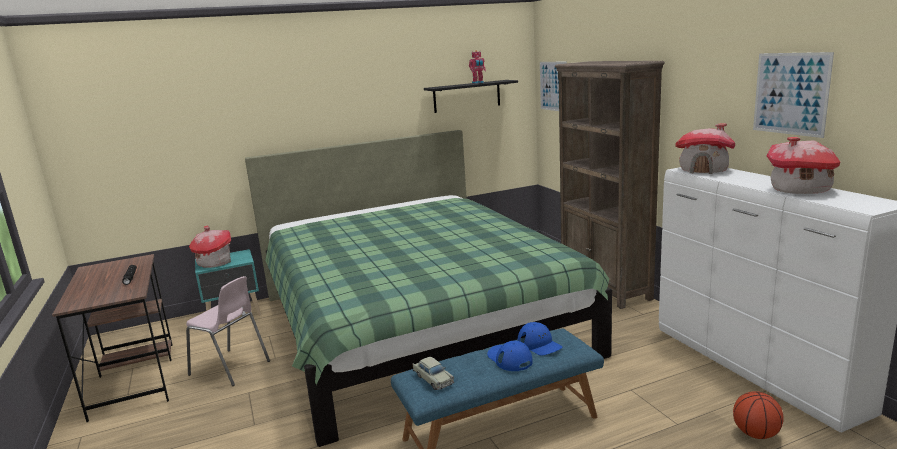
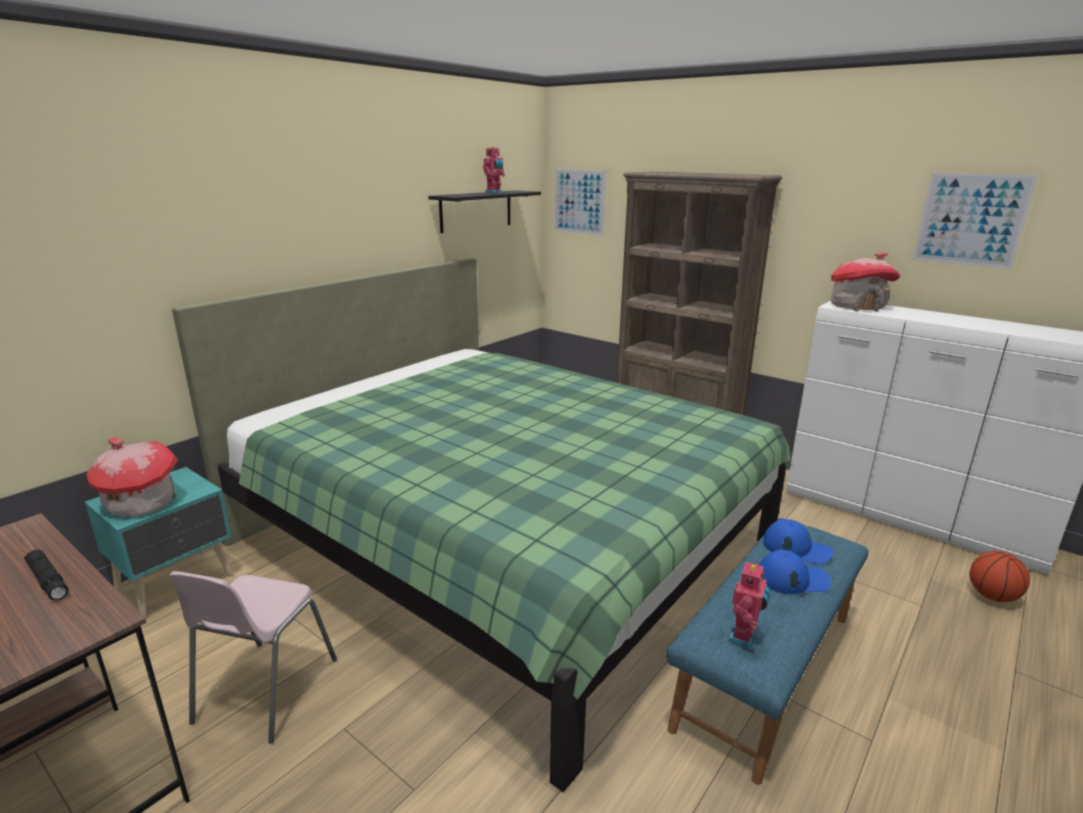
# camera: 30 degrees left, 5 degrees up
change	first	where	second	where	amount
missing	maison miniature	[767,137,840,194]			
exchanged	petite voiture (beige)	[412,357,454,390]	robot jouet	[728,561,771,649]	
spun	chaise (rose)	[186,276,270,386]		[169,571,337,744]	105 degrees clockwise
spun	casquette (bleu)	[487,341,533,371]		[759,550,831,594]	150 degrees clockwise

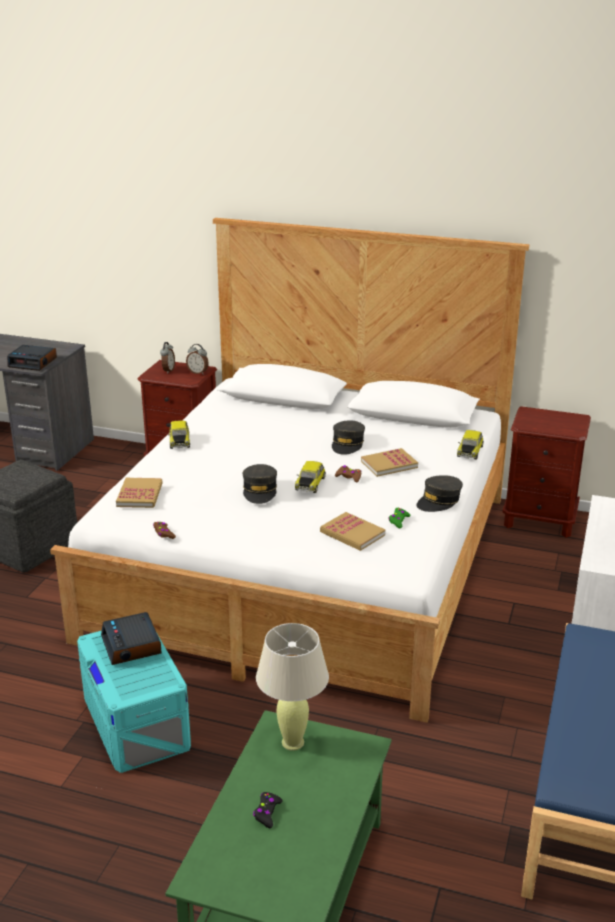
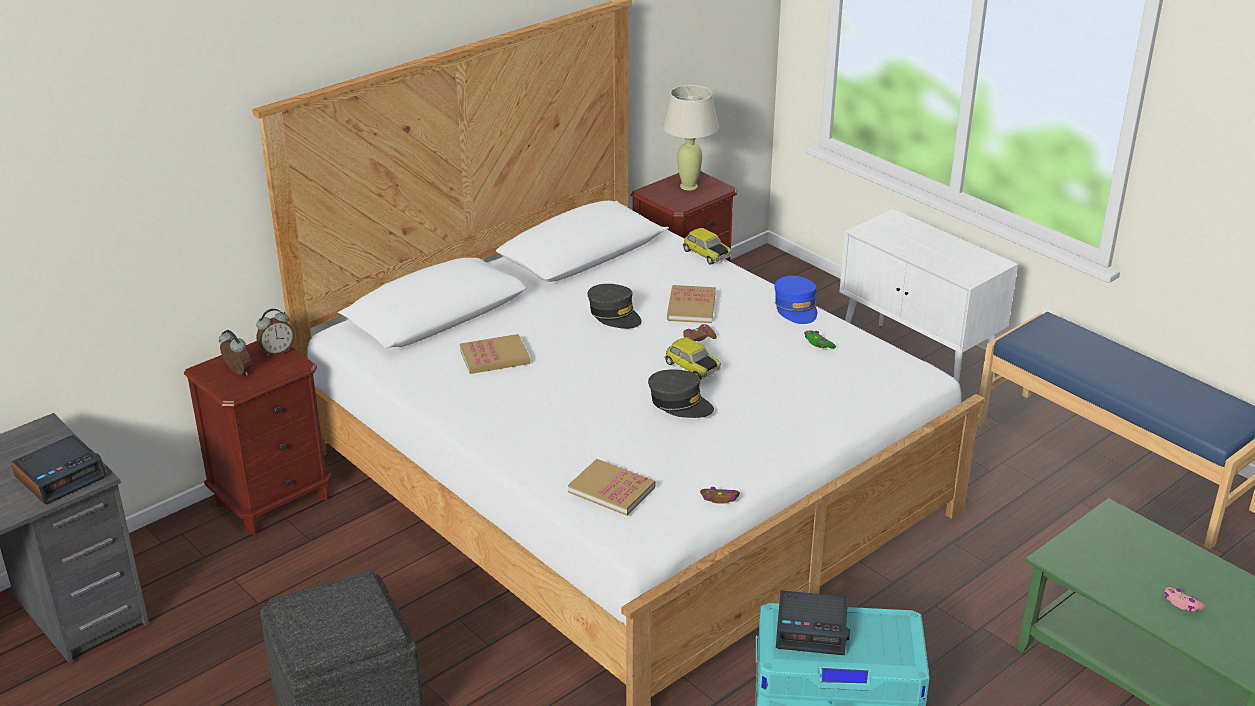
# camera: 60 degrees left, 5 degrees up
change	first	where	second	where	amount
missing	petite voiture	[168,421,190,449]			
relocated	lampe de table (beige)	[256,623,329,751]		[662,85,719,190]	
relocated	livre	[320,512,386,551]		[460,334,530,374]	
colour	manette (noir)	[253,792,282,828]	manette (rose)	[1164,587,1206,611]	
colour	casquette (gris)	[416,475,463,512]	casquette (bleu)	[774,276,817,324]	

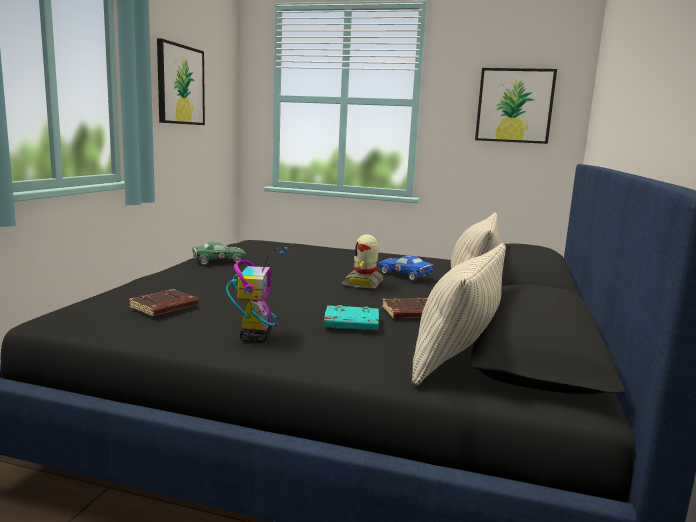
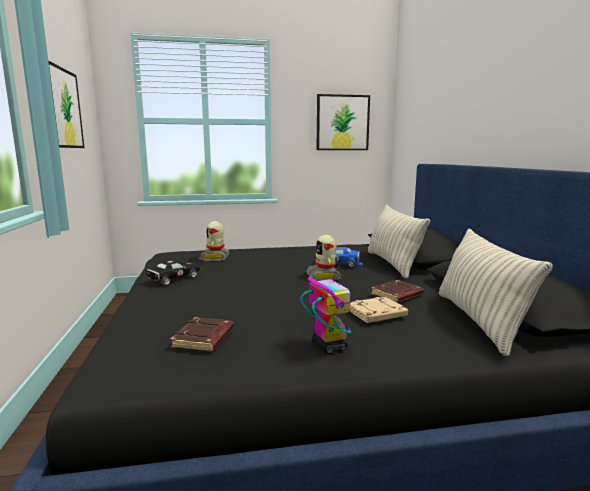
# camera: 25 degrees left, 0 degrees up
change	first	where	second	where	amount
appeared			robot jouet	[198,221,229,261]	
colour	petite voiture (vert)	[193,242,246,265]	petite voiture (noir)	[146,261,200,285]	
colour	livre (turquoise)	[324,305,379,330]	livre (beige)	[350,296,408,323]	

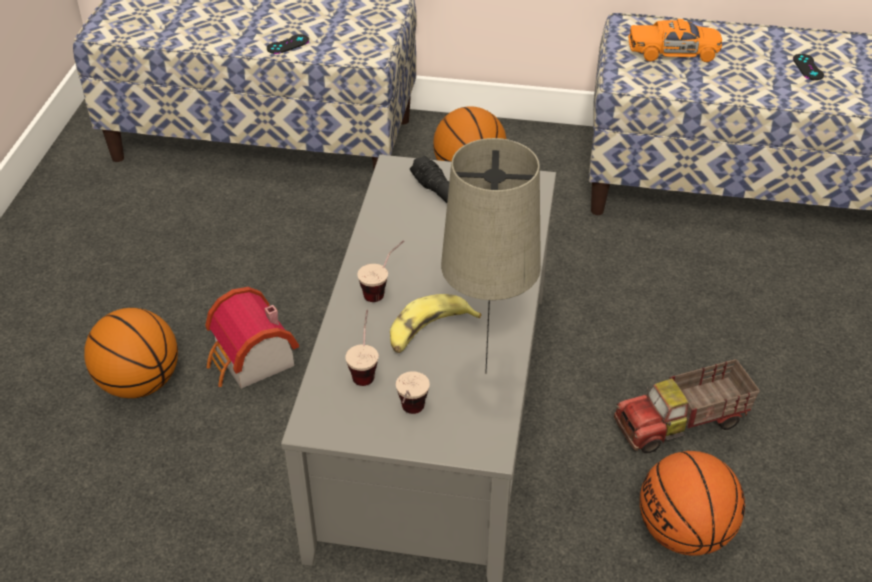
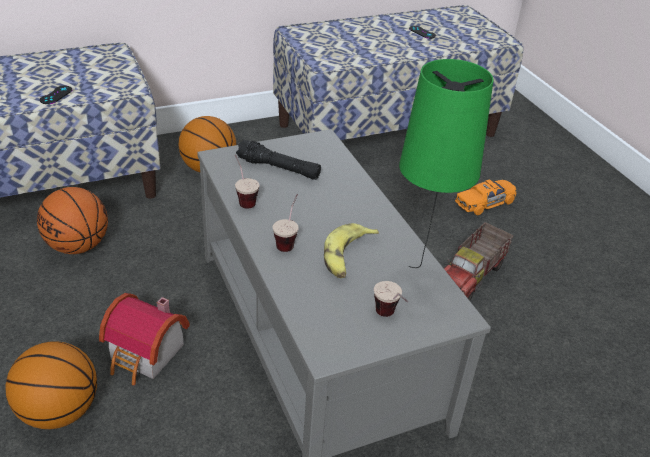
# camera: 35 degrees left, 5 degrees down
change	first	where	second	where	amount
relocated	tasse	[345,309,379,386]		[235,155,259,209]	
relocated	petite voiture (orange)	[628,19,722,62]		[455,180,516,215]	
relocated	ballon de basket	[640,451,745,556]		[37,187,108,254]	
colour	lampe de table (beige)	[441,138,541,374]	lampe de table (vert)	[399,59,493,268]	

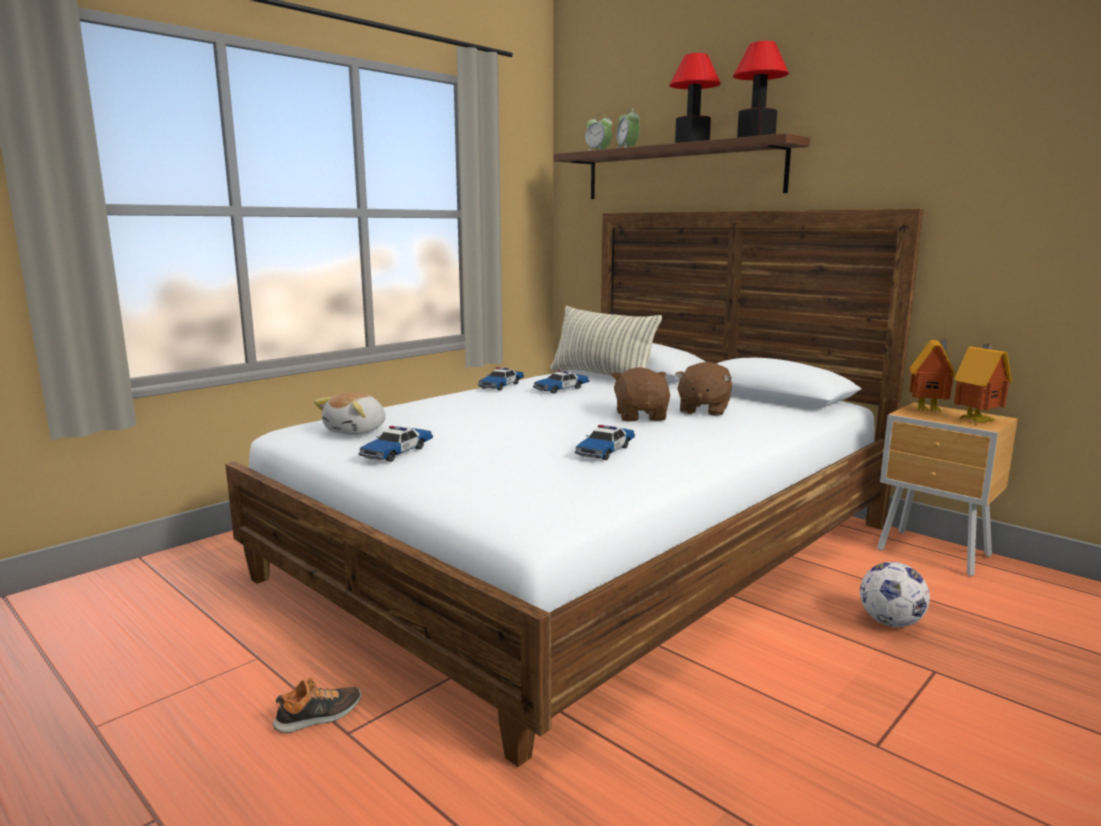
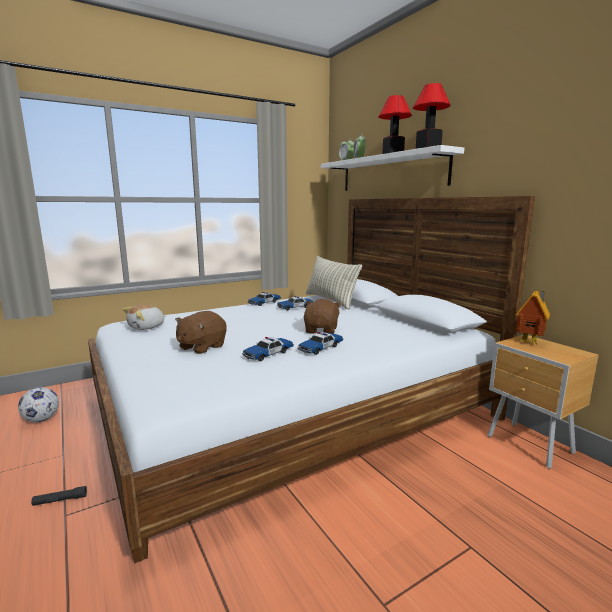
# camera: 15 degrees right, 0 degrees up
change	first	where	second	where	amount
missing	maison miniature	[954,344,1012,423]			
relocated	petite voiture	[358,426,433,462]		[297,332,343,355]	
relocated	peluche (marron)	[675,362,732,416]		[175,311,227,354]	
relocated	ballon de foot	[860,562,930,627]		[18,387,59,422]	
exchanged	chaussure	[272,677,361,733]	lampe de poche (noir)	[31,486,87,506]	
colour	étagère (marron)	[554,133,810,199]	étagère (blanc)	[321,145,464,191]	

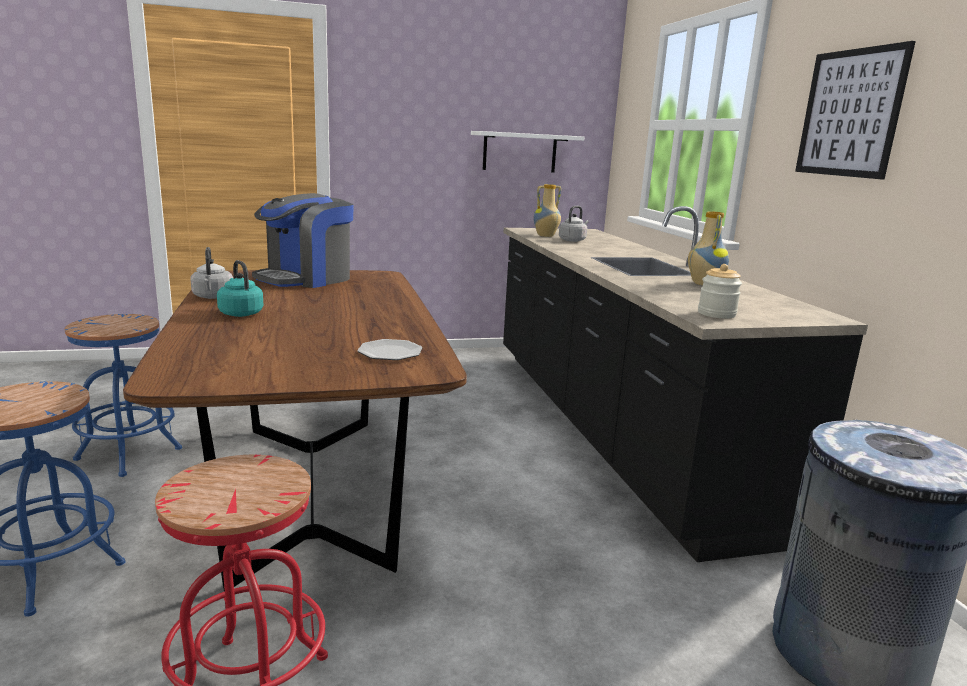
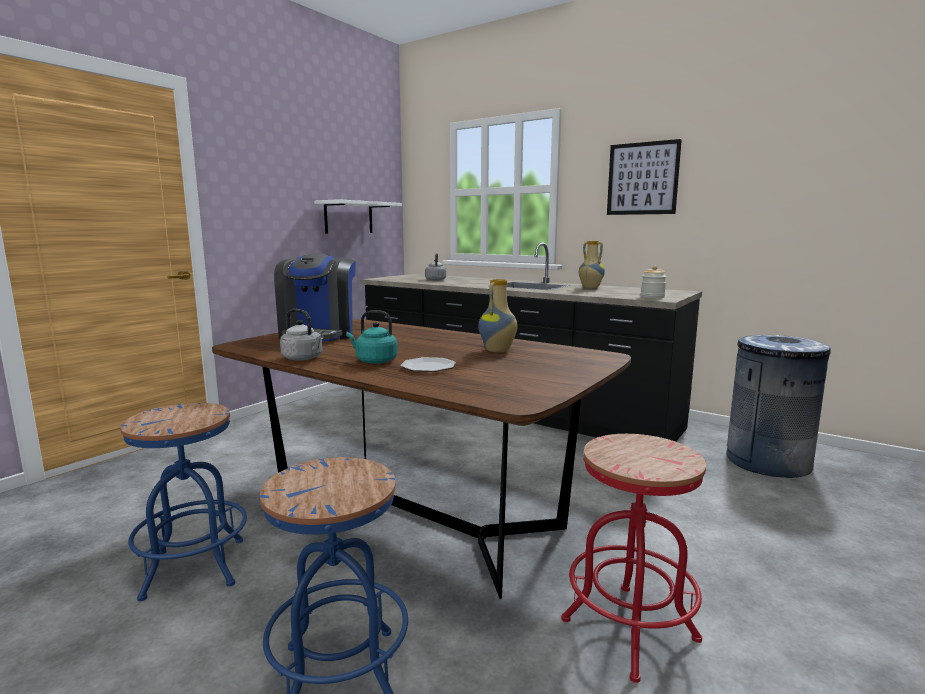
# camera: 40 degrees left, 5 degrees down
change	first	where	second	where	amount
relocated	assiette	[357,339,423,360]		[400,357,456,372]	
relocated	vase	[533,184,561,237]		[478,279,518,353]	

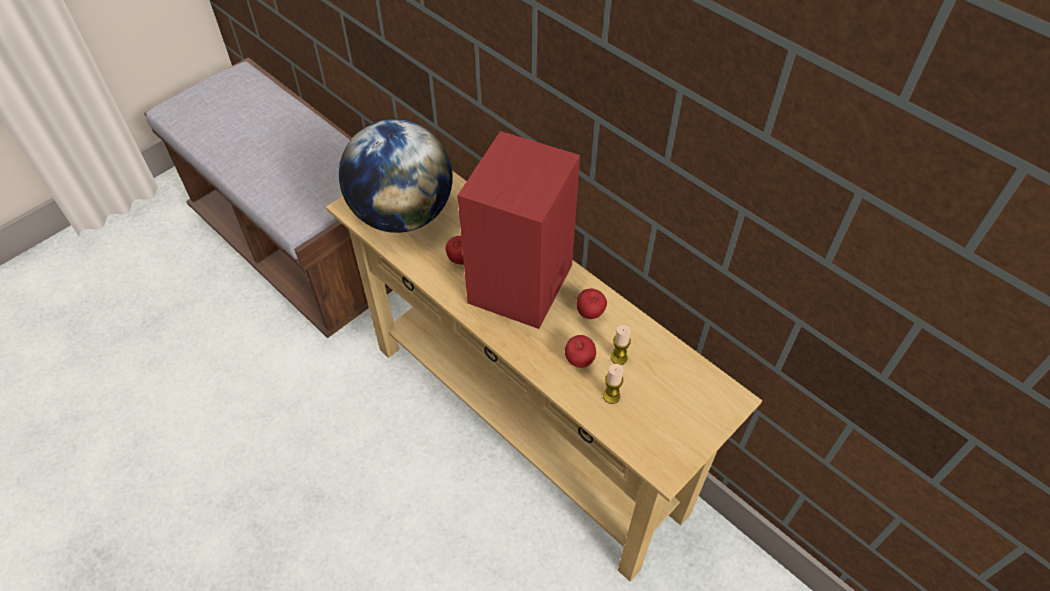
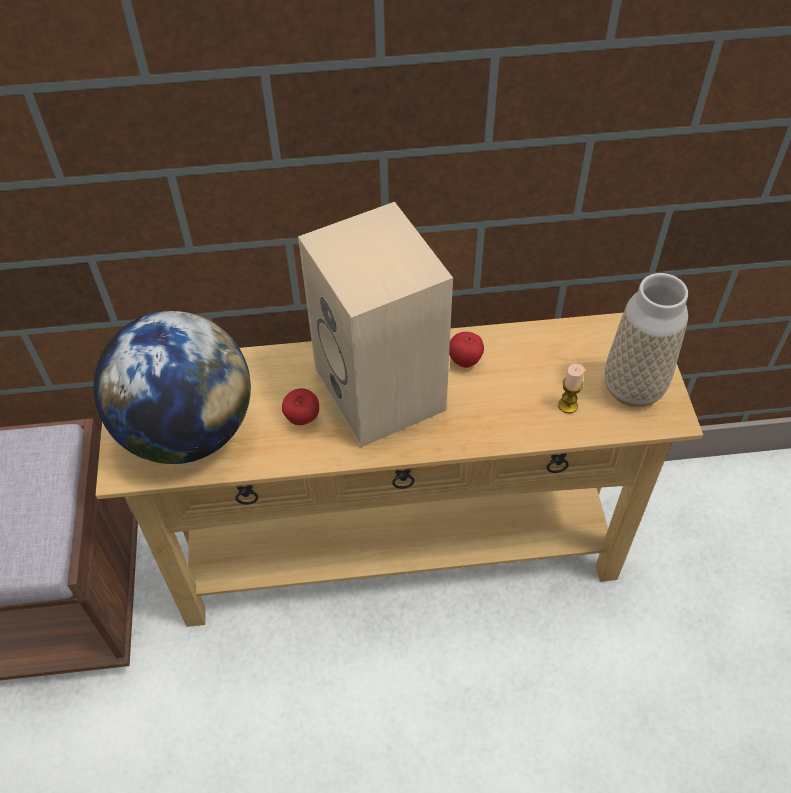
# camera: 50 degrees left, 0 degrees up
change	first	where	second	where	amount
missing	pomme	[565,335,596,368]			
missing	bougie	[611,325,631,365]			
appeared			vase	[605,273,688,407]	
colour	enceinte (rouge)	[457,131,580,329]	enceinte (beige)	[298,202,453,447]	

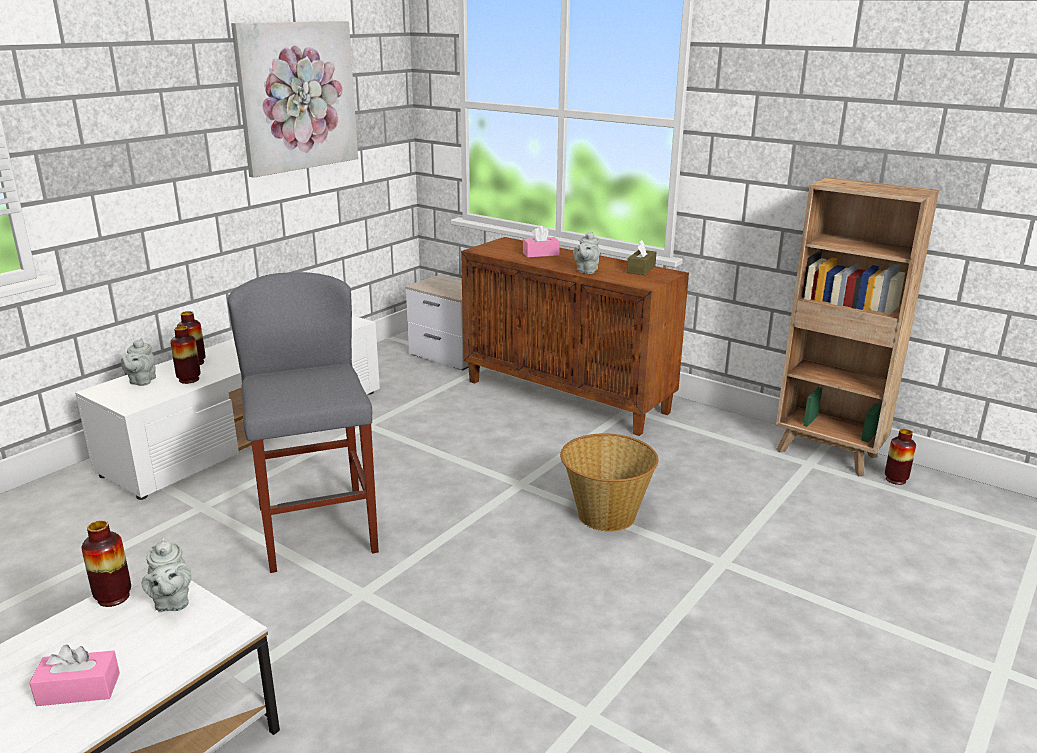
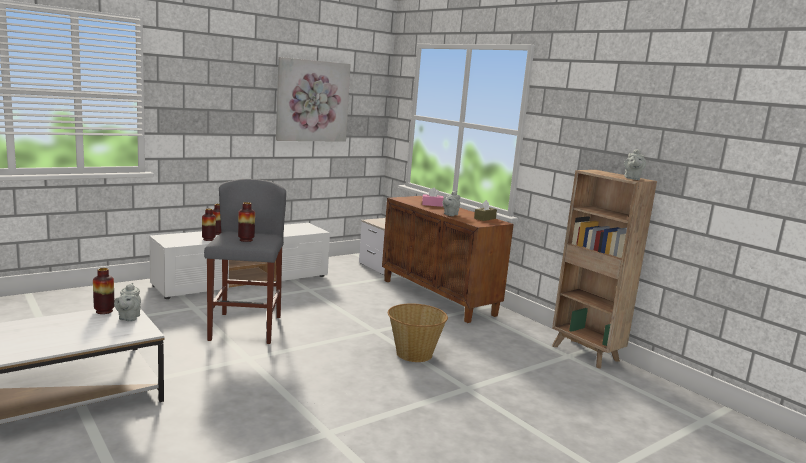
# camera: 15 degrees right, 10 degrees down
change	first	where	second	where	amount
missing	boîte à mouchoirs (rose)	[30,644,120,706]			
relocated	théière (gris)	[121,338,156,386]		[624,149,646,180]	
relocated	vase	[885,429,916,485]		[238,202,255,242]	

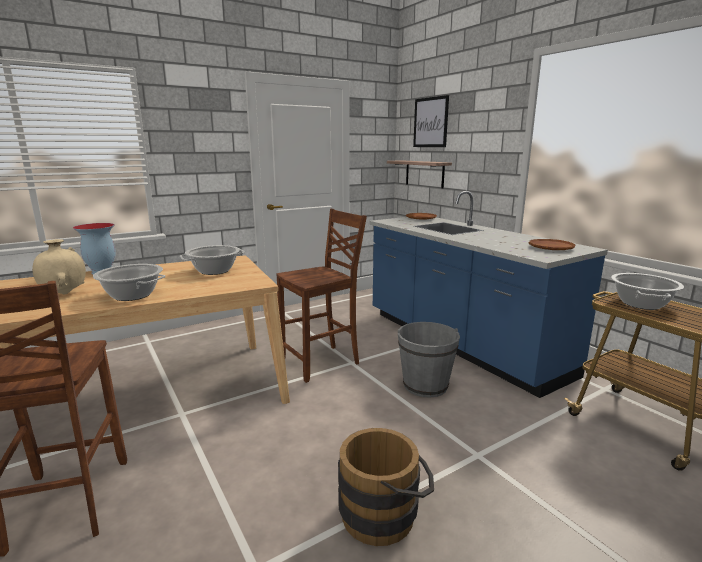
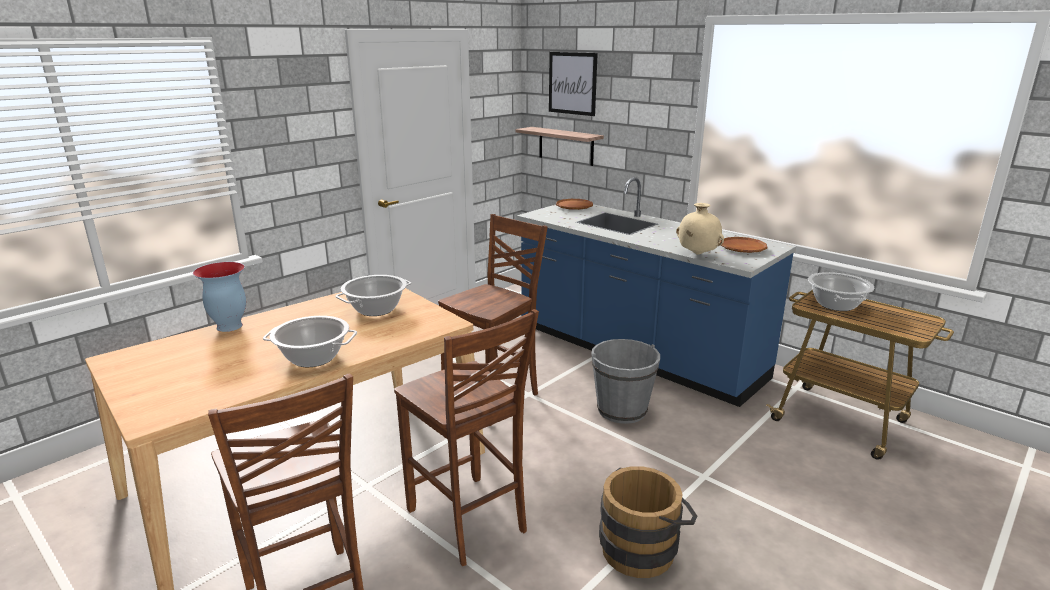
# camera: 15 degrees left, 5 degrees up
change	first	where	second	where	amount
appeared			chaise (marron)	[394,309,539,566]	
relocated	vase (beige)	[32,239,86,295]		[676,203,724,255]	

